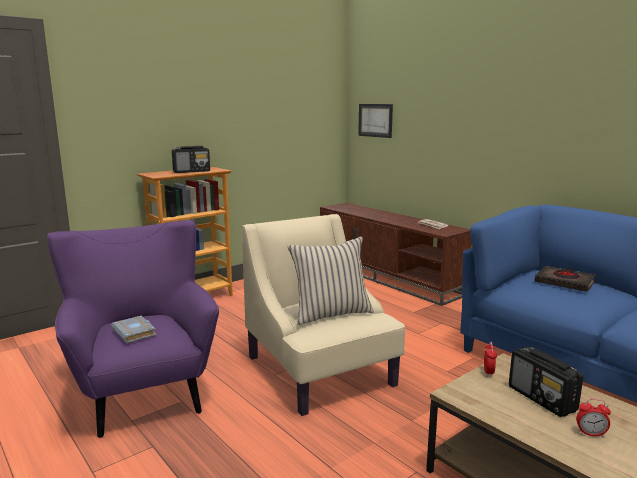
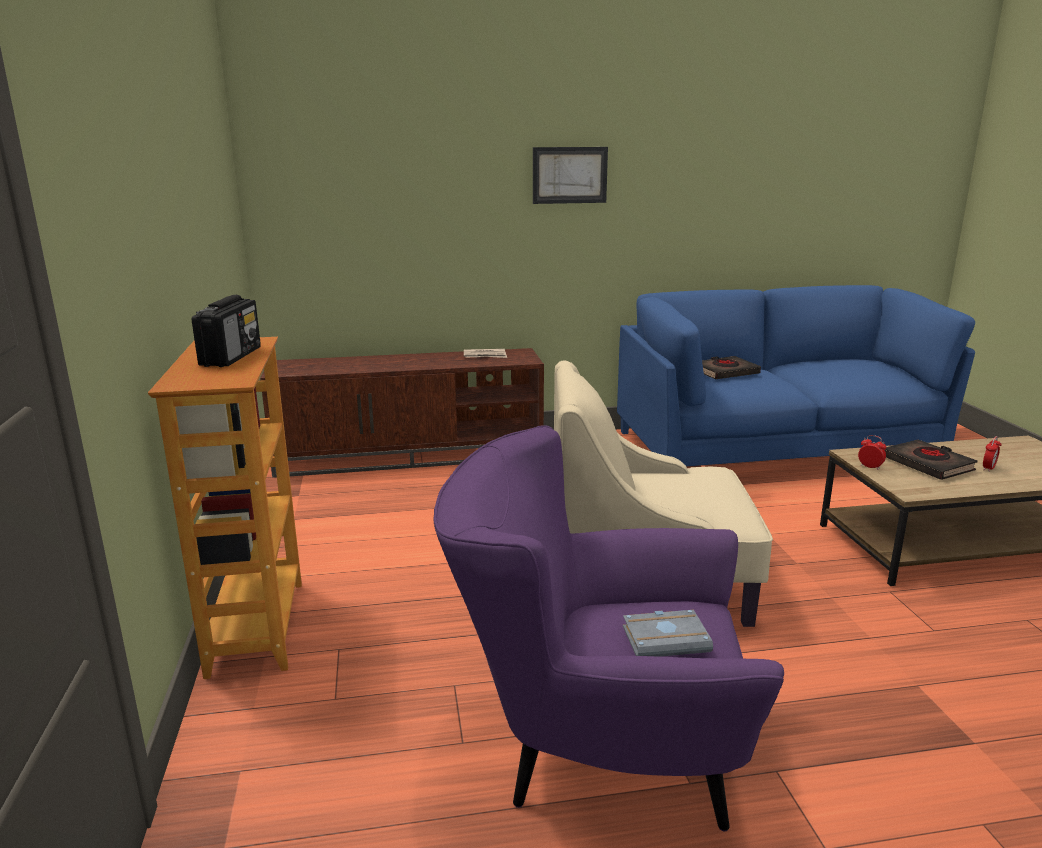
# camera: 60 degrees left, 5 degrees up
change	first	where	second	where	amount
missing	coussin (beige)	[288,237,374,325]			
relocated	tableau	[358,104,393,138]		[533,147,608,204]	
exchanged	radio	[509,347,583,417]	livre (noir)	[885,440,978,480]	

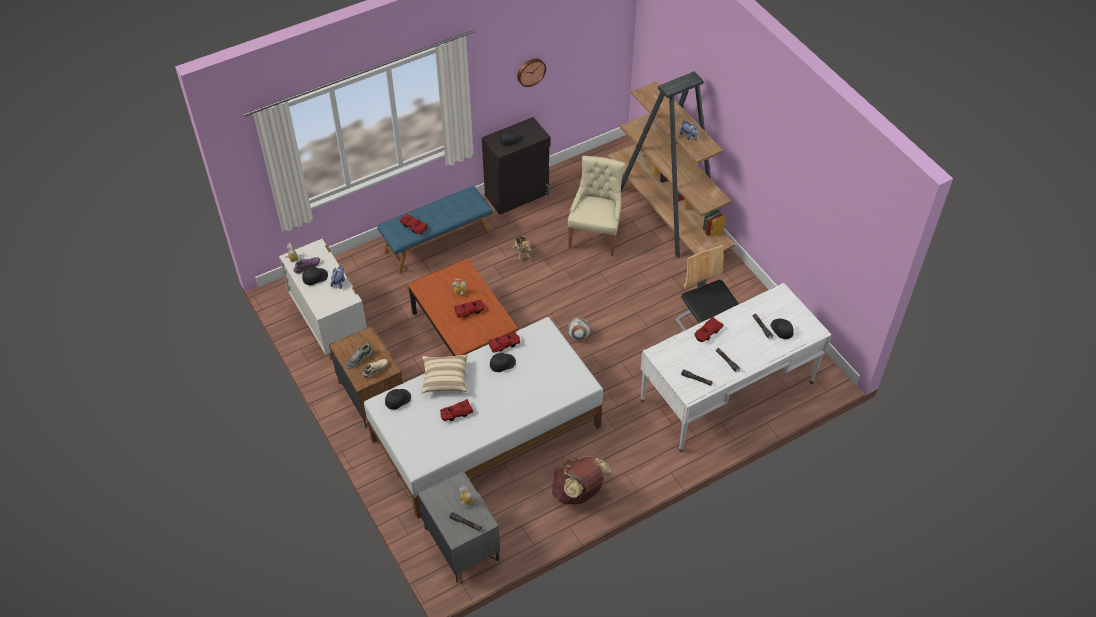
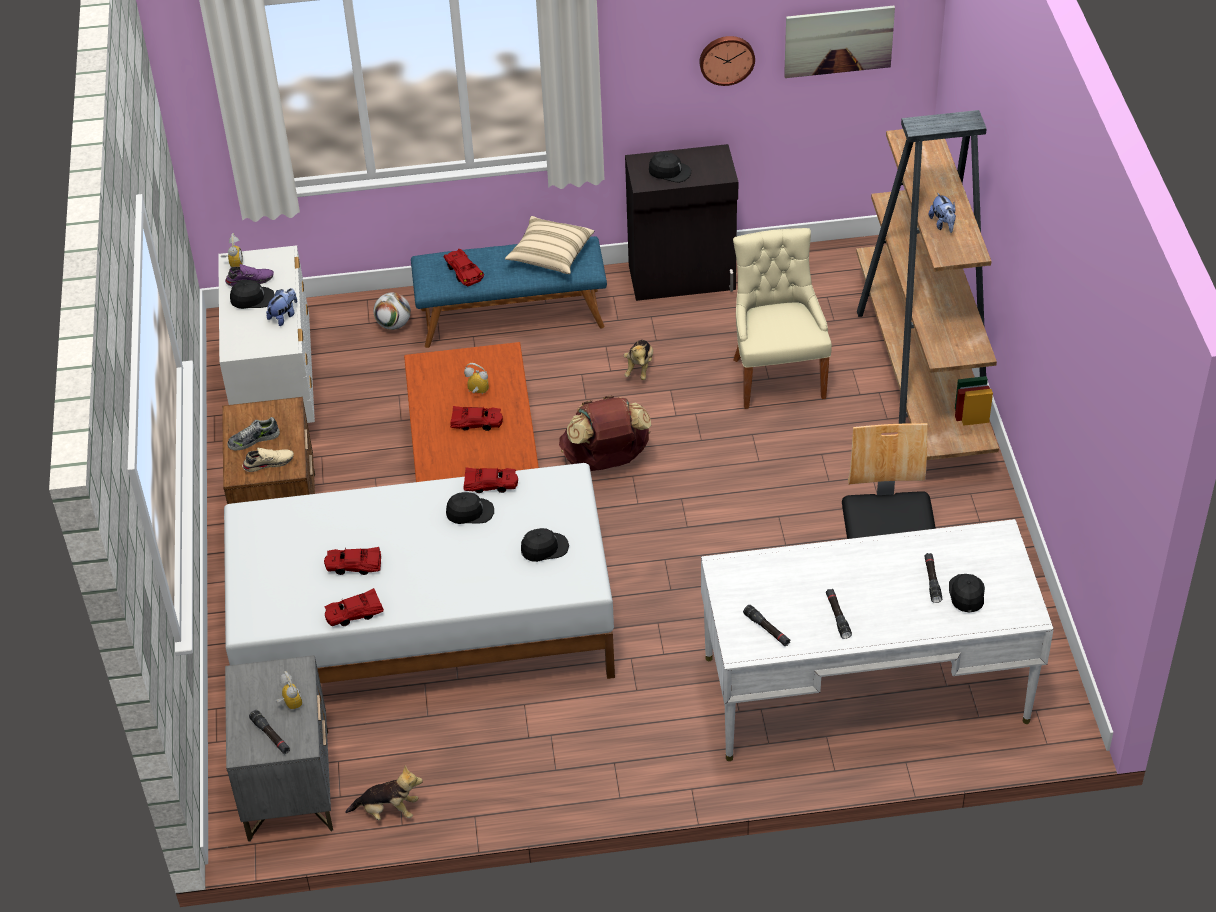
# camera: 25 degrees right, 5 degrees down
change	first	where	second	where	amount
appeared			peluche	[345,766,423,820]	
appeared			tableau	[784,5,895,78]	
relocated	casquette (noir)	[385,389,411,410]		[521,528,569,562]	
relocated	coussin (beige)	[421,355,468,393]		[505,216,594,274]	
relocated	sac à dos (marron)	[552,456,612,505]		[559,395,652,471]	
relocated	ballon de foot	[568,318,590,340]		[373,293,411,330]	
relocated	petite voiture (rouge)	[695,316,723,342]		[324,588,384,626]	
spun	chaise (beige)	[568,156,625,256]		[733,228,832,409]	45 degrees counterclockwise

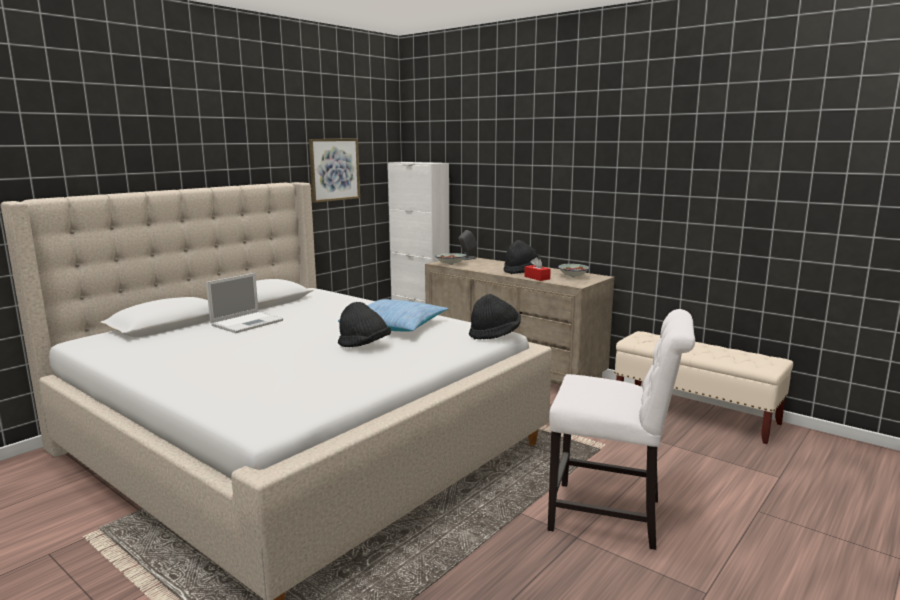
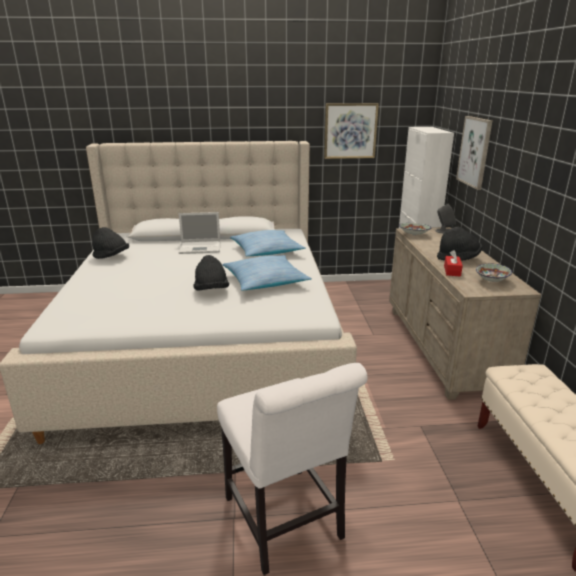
# camera: 45 degrees right, 10 degrees up
change	first	where	second	where	amount
appeared			coussin	[230,230,306,256]	
appeared			tableau	[456,116,492,190]	
relocated	chapeau (noir)	[469,294,521,340]		[92,227,129,259]	

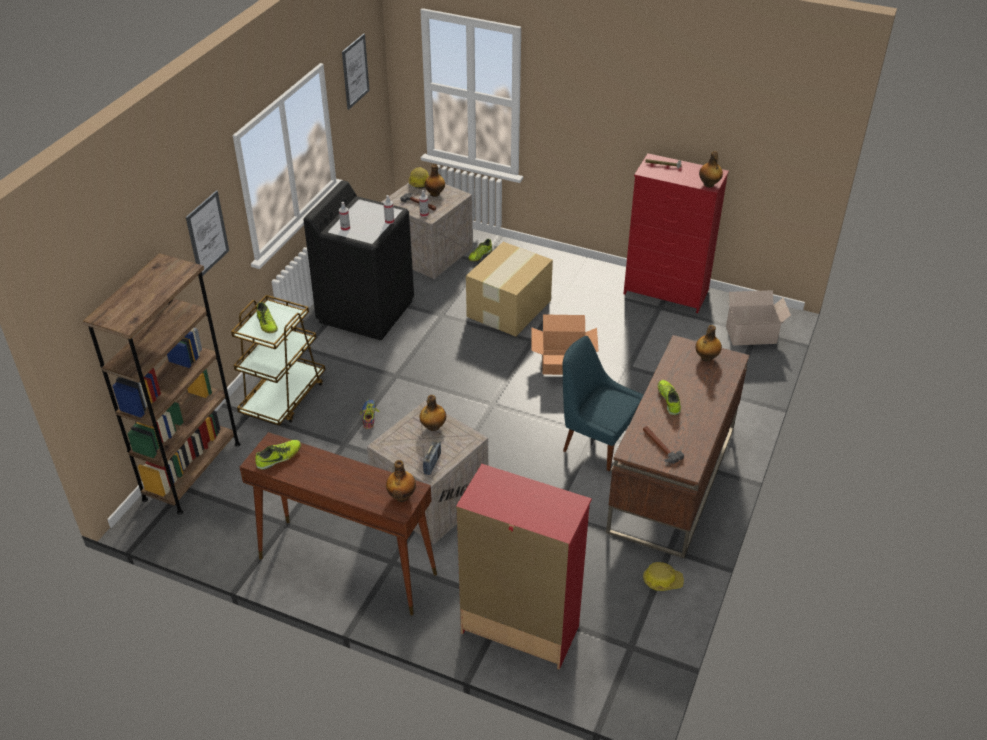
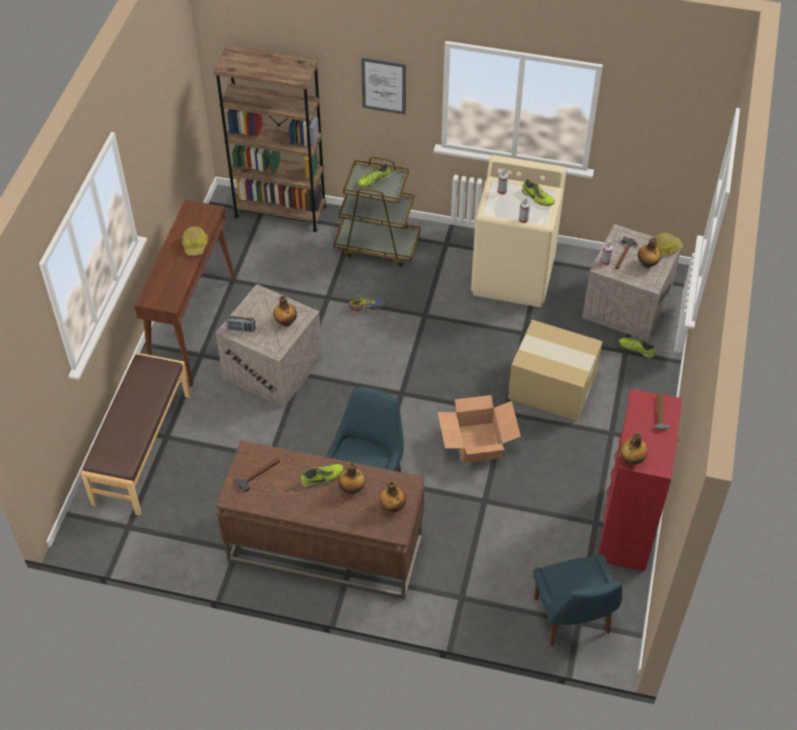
# camera: 80 degrees right, 10 degrees up
change	first	where	second	where	amount
missing	tableau	[342,34,370,110]			
relocated	chaussure	[255,440,301,470]		[522,179,555,206]	
relocated	bouteille	[386,460,416,502]		[338,462,365,494]	
relocated	casque de chantier	[643,562,684,591]		[182,226,208,256]	
exchanged	commode (rouge)	[456,464,592,670]	banc (marron)	[81,353,191,516]	
exchanged	carton	[726,290,791,346]	chaise (bleu)	[534,554,622,646]	
colour	lave-linge (noir)	[303,181,414,340]	lave-linge (beige)	[471,155,567,307]	

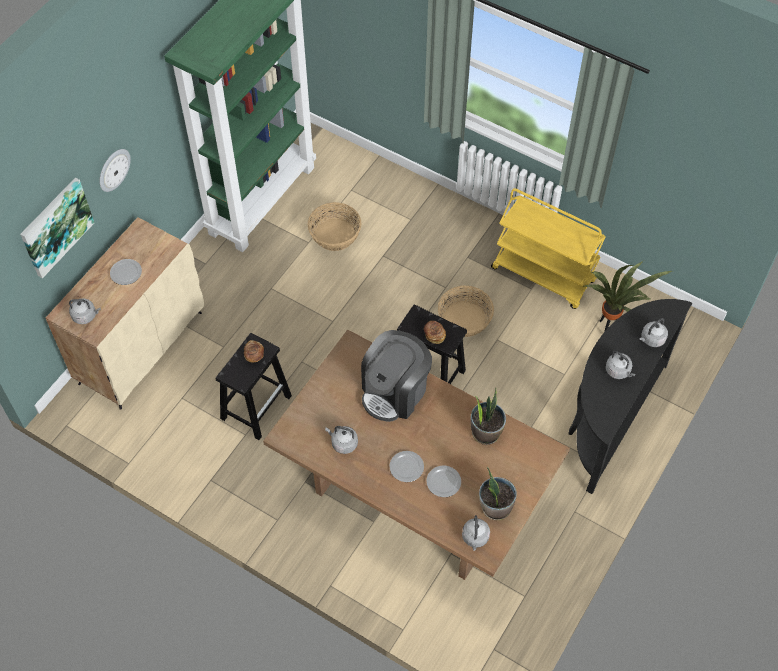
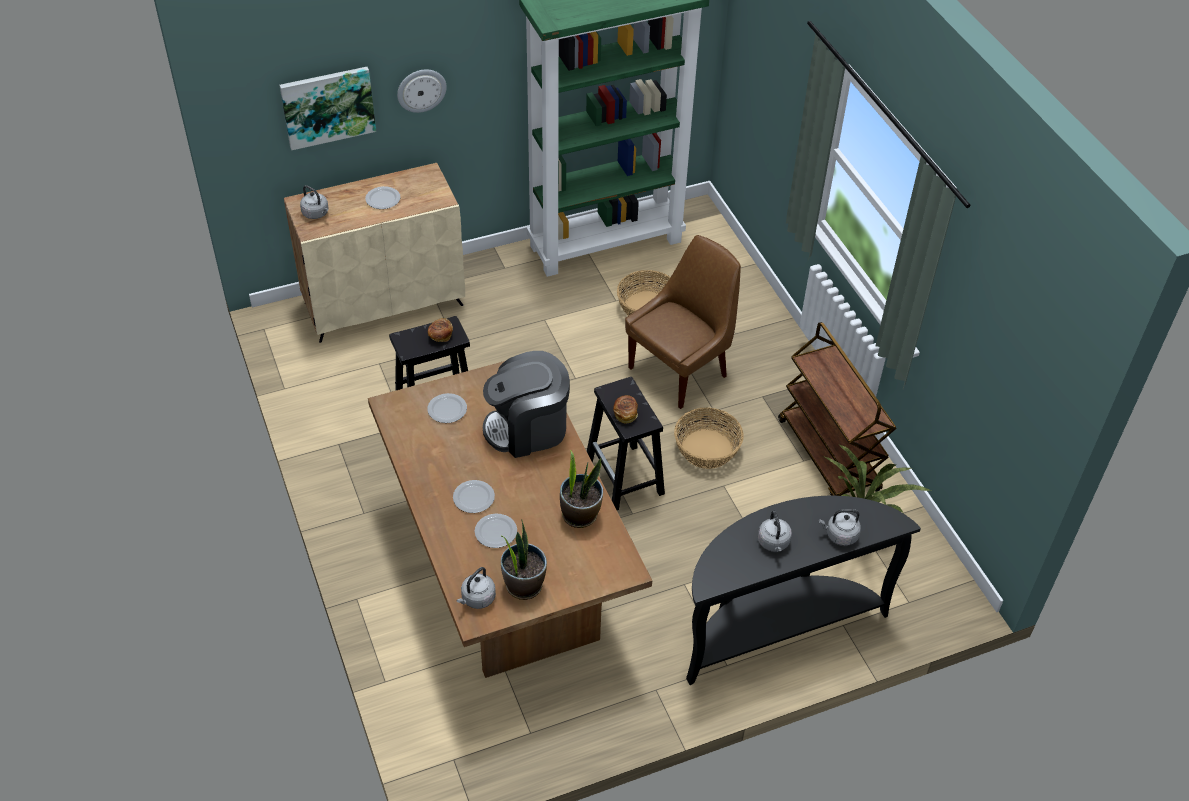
# camera: 35 degrees right, 10 degrees down
change	first	where	second	where	amount
missing	bouilloire (gris)	[325,426,358,454]			
appeared			assiette	[427,393,467,423]	
appeared			chaise (marron)	[625,235,741,409]	
colour	chariot (jaune)	[491,188,606,309]	chariot (marron)	[778,322,897,496]	

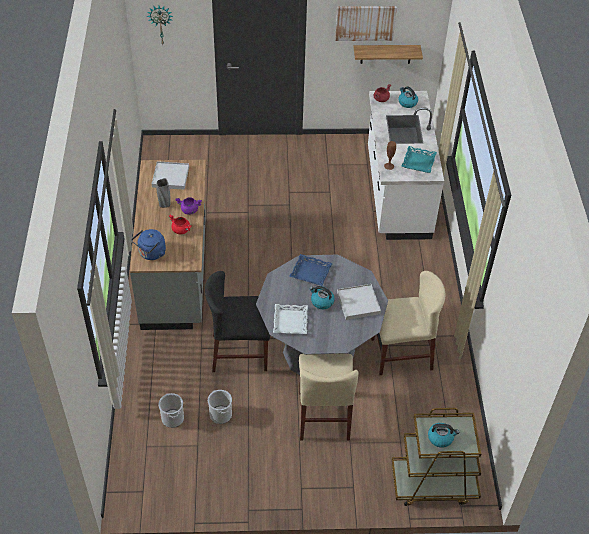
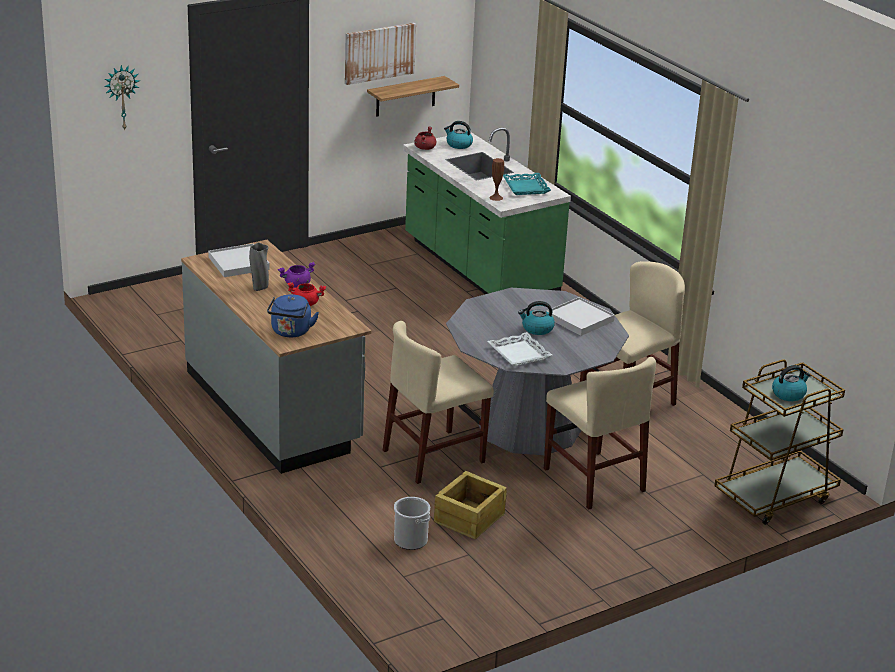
# camera: 30 degrees left, 20 degrees down
change	first	where	second	where	amount
missing	plateau (bleu)	[289,254,333,286]			
exchanged	seau	[208,390,232,424]	caisse	[434,471,507,539]	
colour	chaise (noir)	[205,271,270,372]	chaise (beige)	[383,321,494,484]	
colour	comptoir de cuisine (blanc)	[368,91,444,240]	comptoir de cuisine (vert)	[403,127,571,294]	

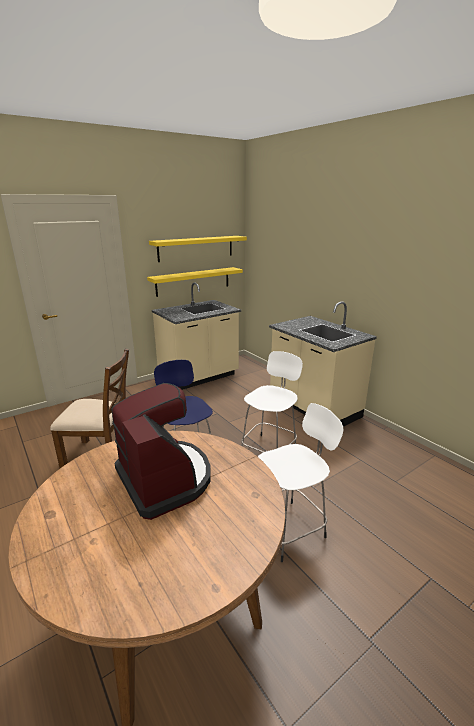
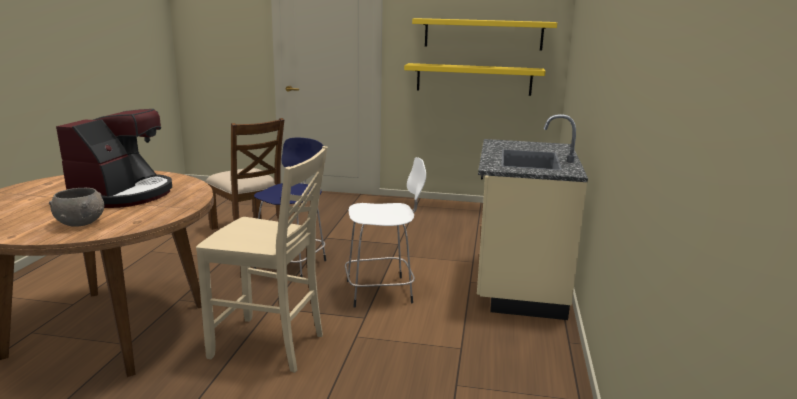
# camera: 45 degrees right, 5 degrees down
change	first	where	second	where	amount
missing	comptoir de cuisine (beige)	[152,283,241,390]			
appeared			bol (gris)	[49,188,104,227]	
exchanged	tabouret (blanc)	[258,403,343,562]	chaise (beige)	[196,146,328,373]	

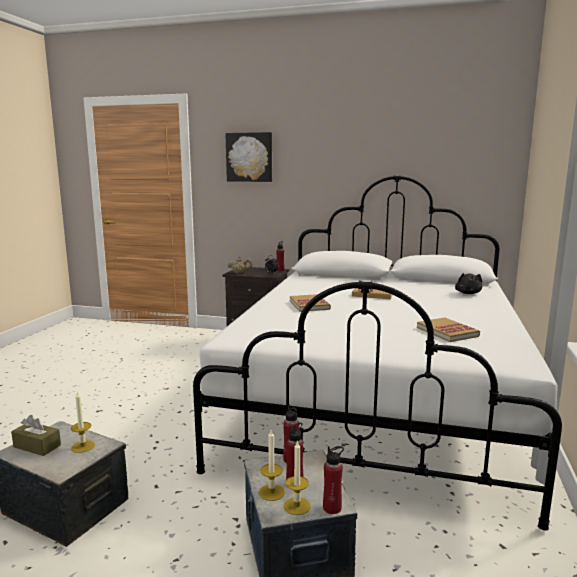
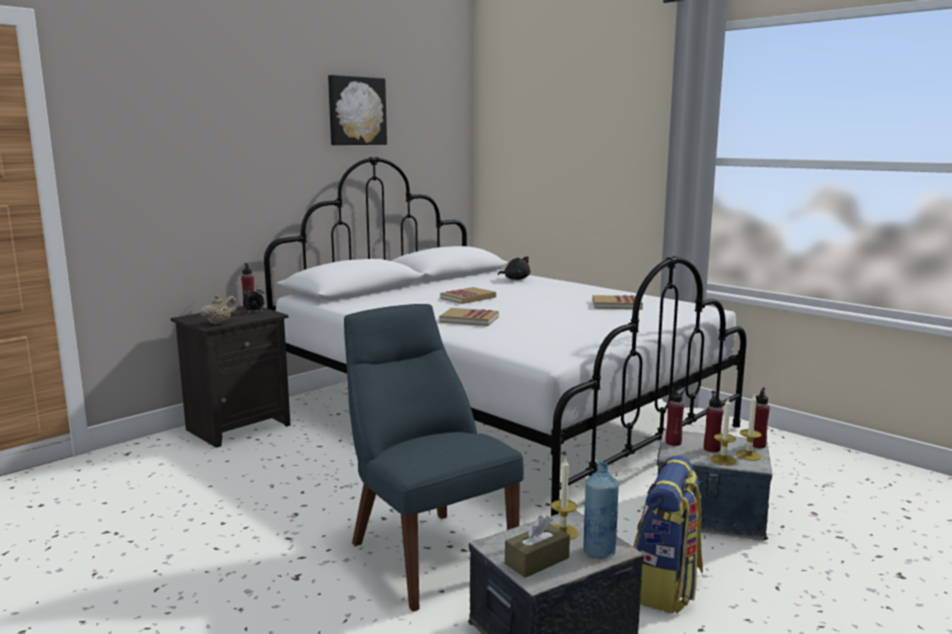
# camera: 60 degrees left, 0 degrees up
change	first	where	second	where	amount
appeared			chaise (bleu)	[344,304,524,612]	
appeared			bouteille (bleu)	[583,462,619,559]	
appeared			sac à dos	[633,455,703,613]	
relocated	tableau	[225,132,272,182]		[328,75,387,145]	

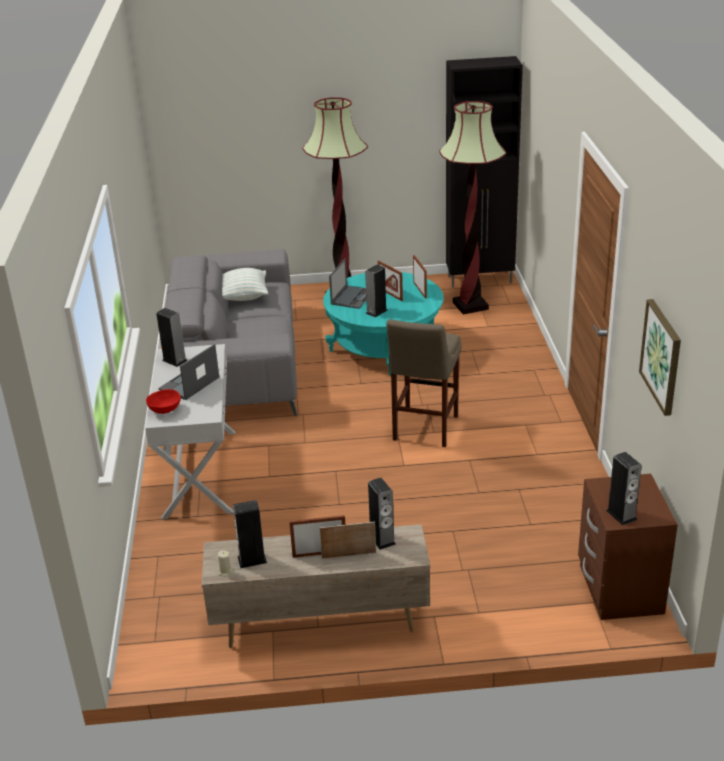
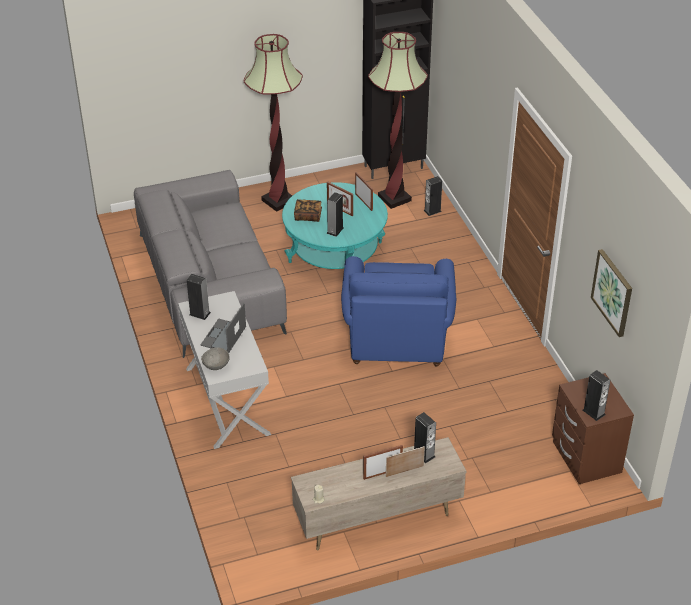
# camera: 15 degrees left, 10 degrees up
change	first	where	second	where	amount
missing	coussin	[222,268,268,301]			
relocated	enceinte	[233,500,267,568]		[424,176,442,216]	
exchanged	ordinateur portable	[329,258,366,309]	livre	[294,199,322,222]	
exchanged	tabouret (beige)	[386,319,462,447]	fauteuil (bleu)	[341,256,457,367]	
colour	bol (rouge)	[146,389,181,414]	bol (gris)	[201,347,230,370]	

